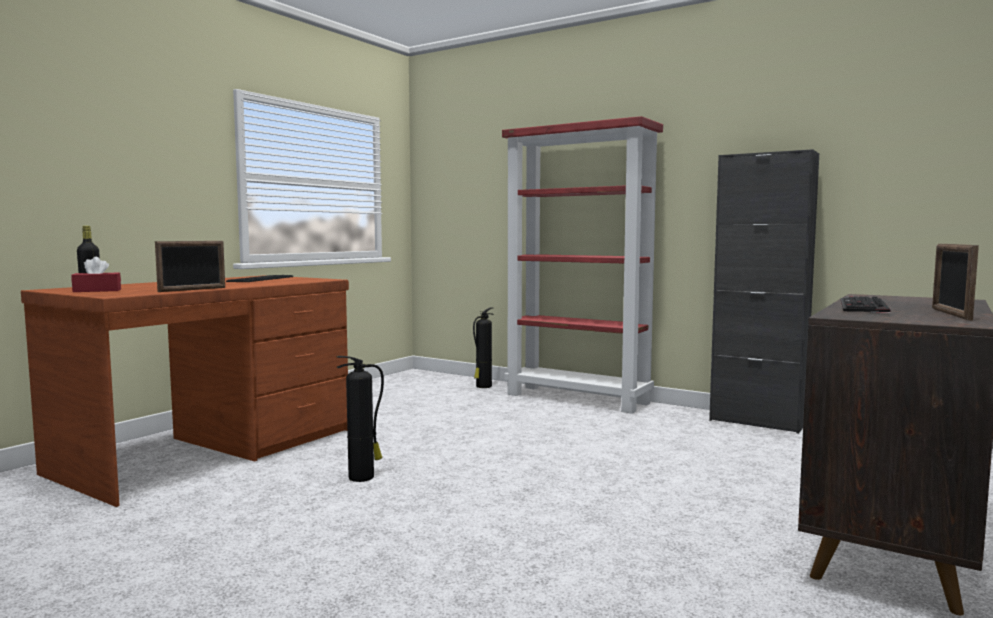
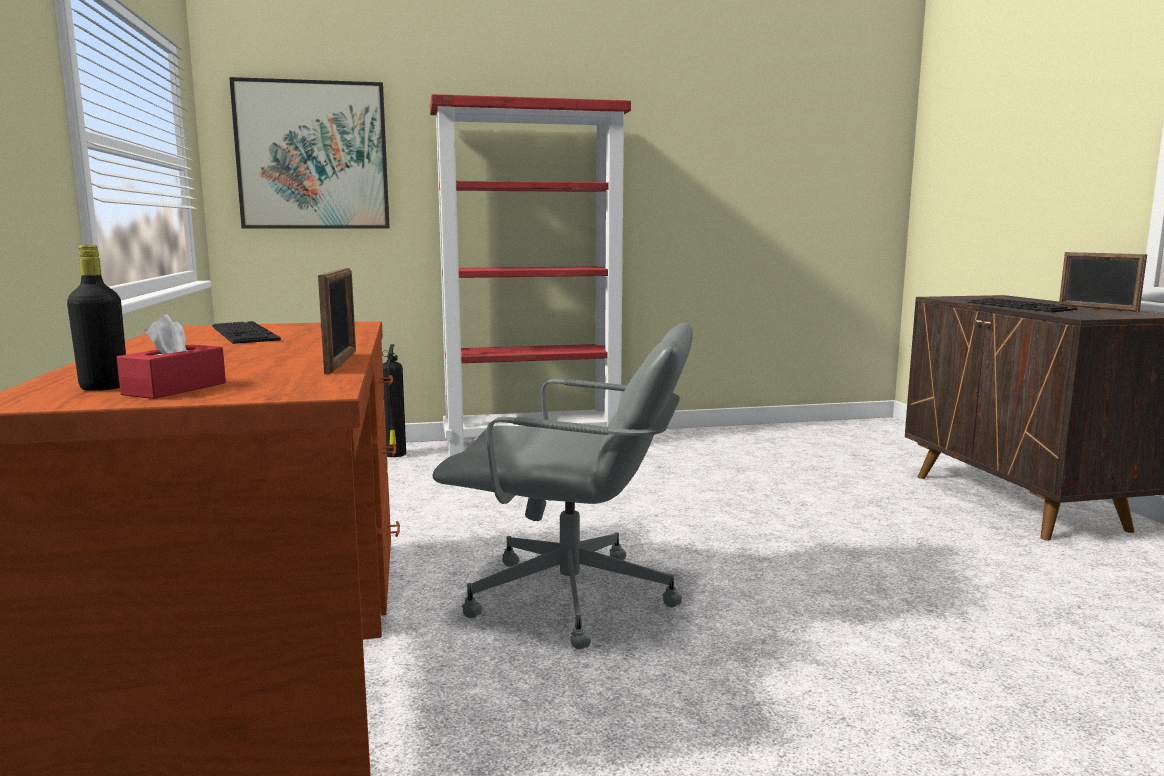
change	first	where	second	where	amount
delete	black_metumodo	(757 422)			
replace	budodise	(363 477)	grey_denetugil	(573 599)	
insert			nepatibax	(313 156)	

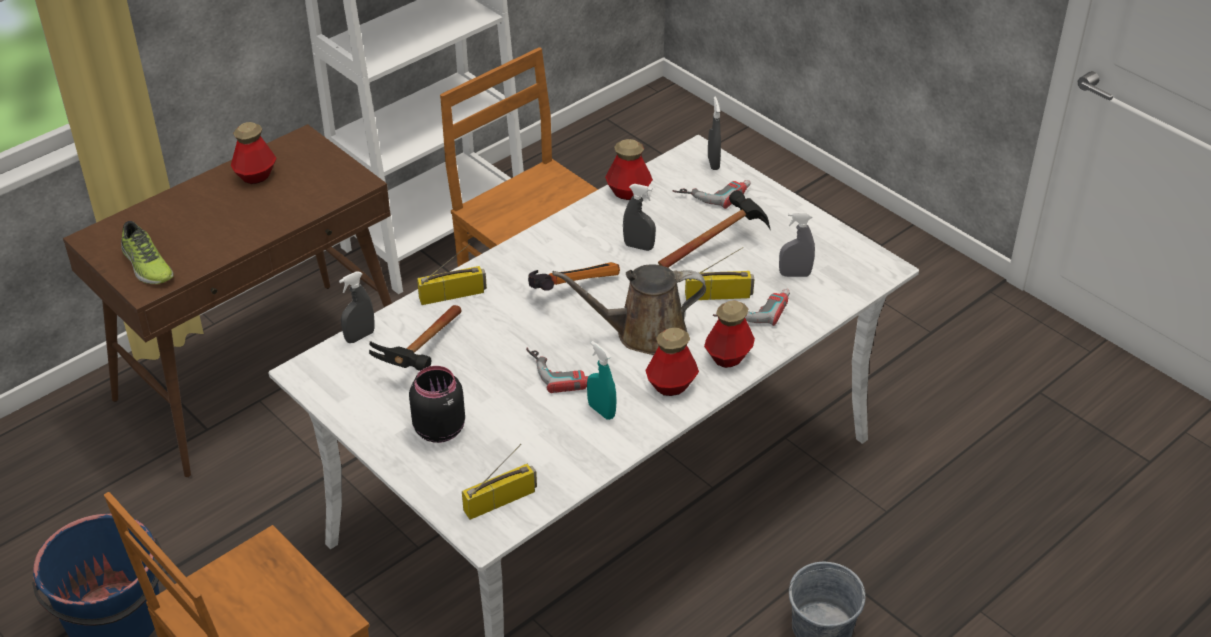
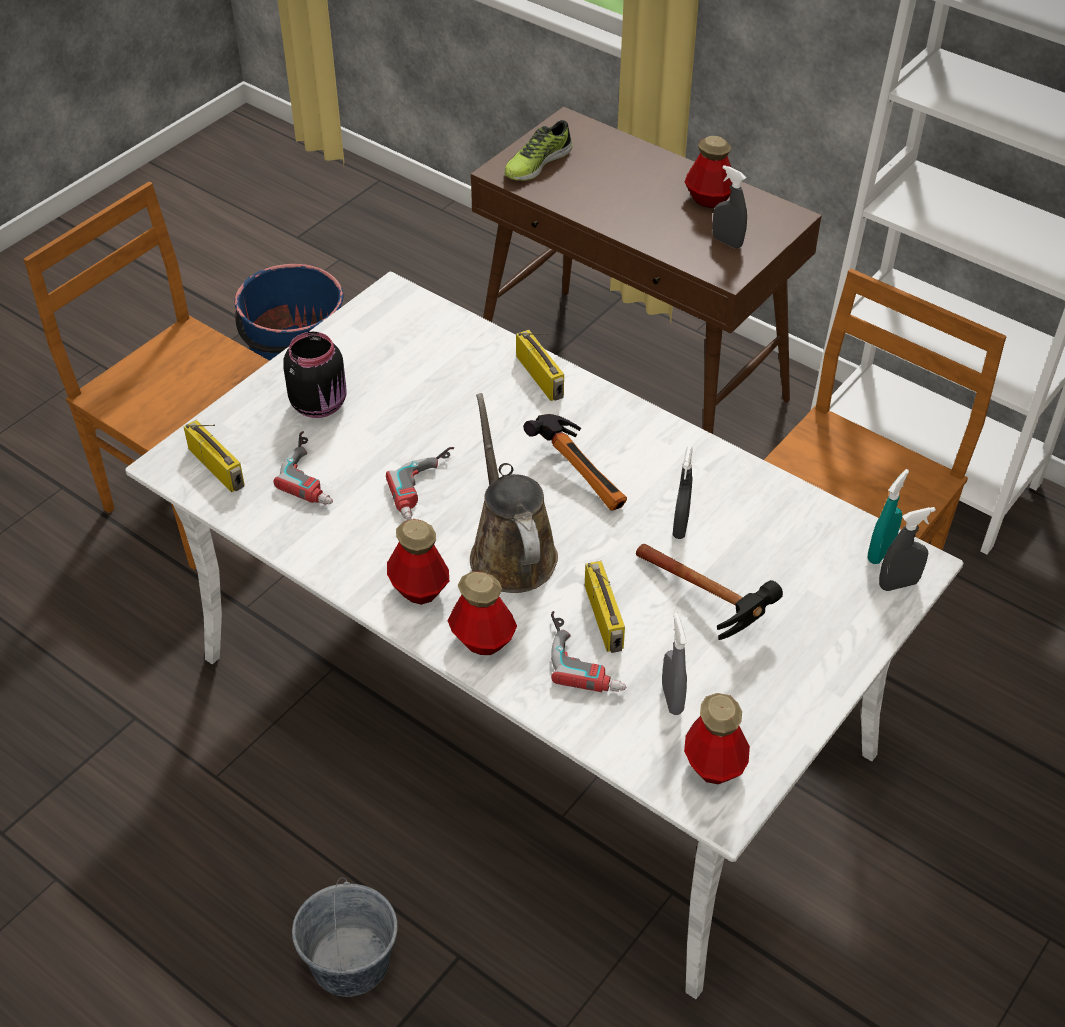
change	first	where	second	where	amount
move	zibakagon	(628 192)		(714 765)	
move	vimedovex	(713 191)		(315 473)	
move	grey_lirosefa	(360 336)		(727 242)	
delete	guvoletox	(422 360)			
move	turquoise_lirosefa	(601 411)		(880 552)	

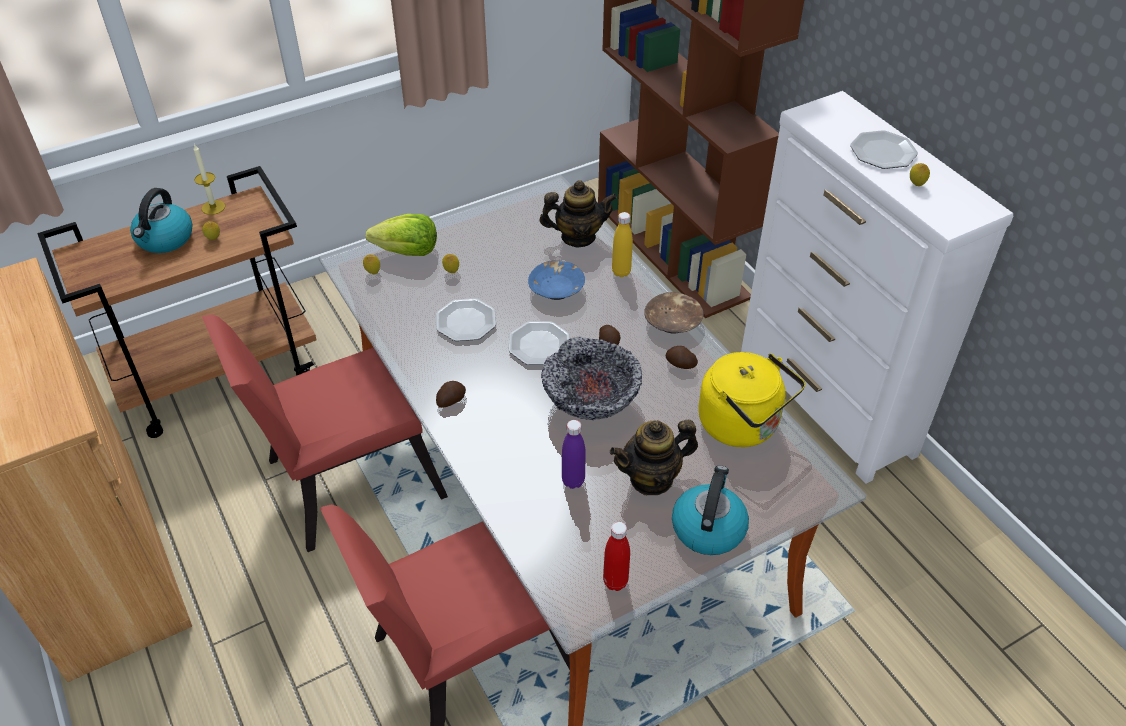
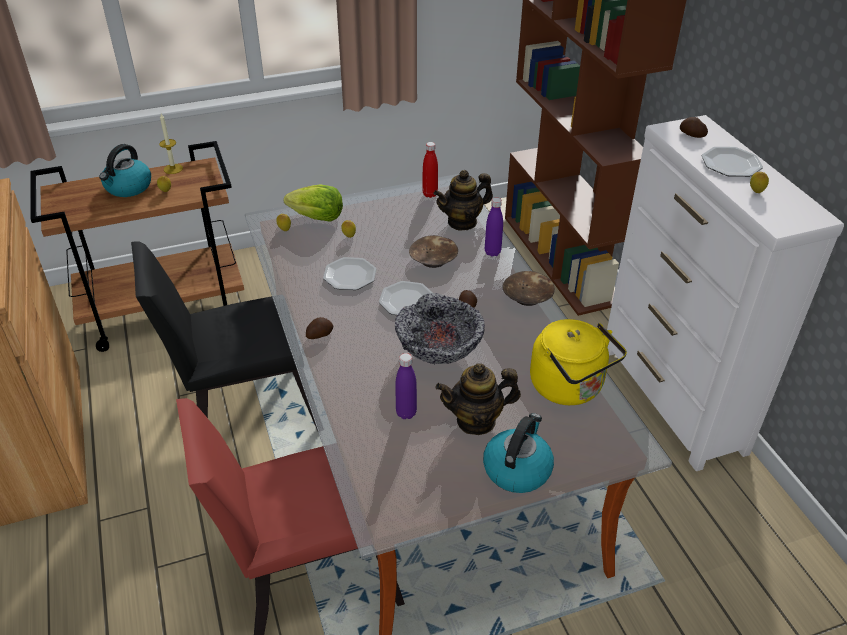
change	first	where	second	where	amount
rotate	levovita	(578 237)		(462 222)	150 degrees clockwise
recolor	yellow_zibakagon	(621 272)	purple_zibakagon	(492 252)	
recolor	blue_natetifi	(557 289)	brown_natetifi	(434 259)	
recolor	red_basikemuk	(343 481)	black_basikemuk	(241 405)	
move	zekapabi	(680 364)		(691 135)	
move	red_zibakagon	(615 582)		(430 194)	

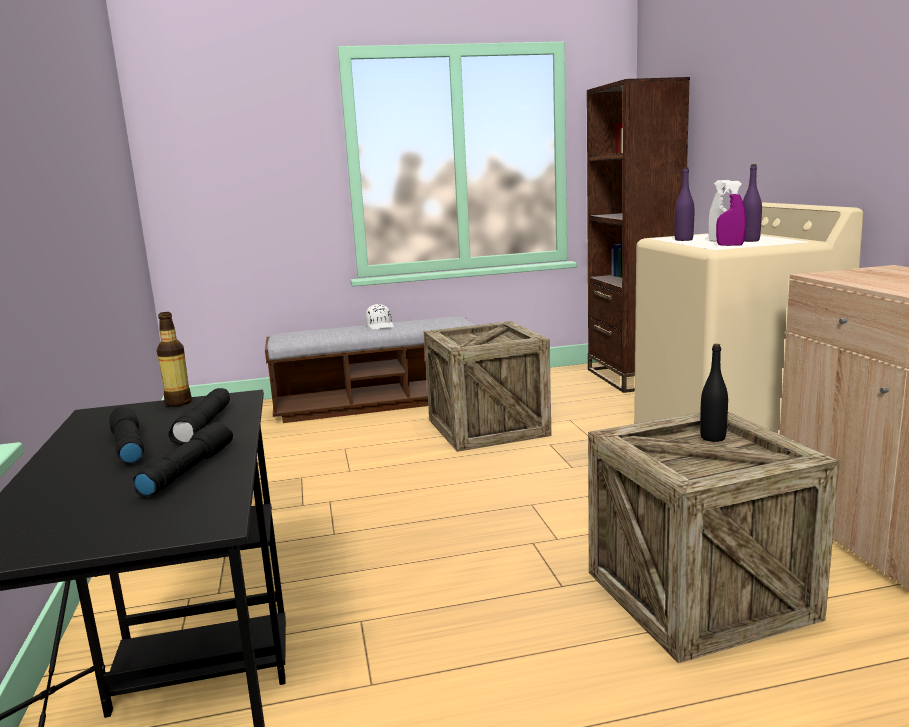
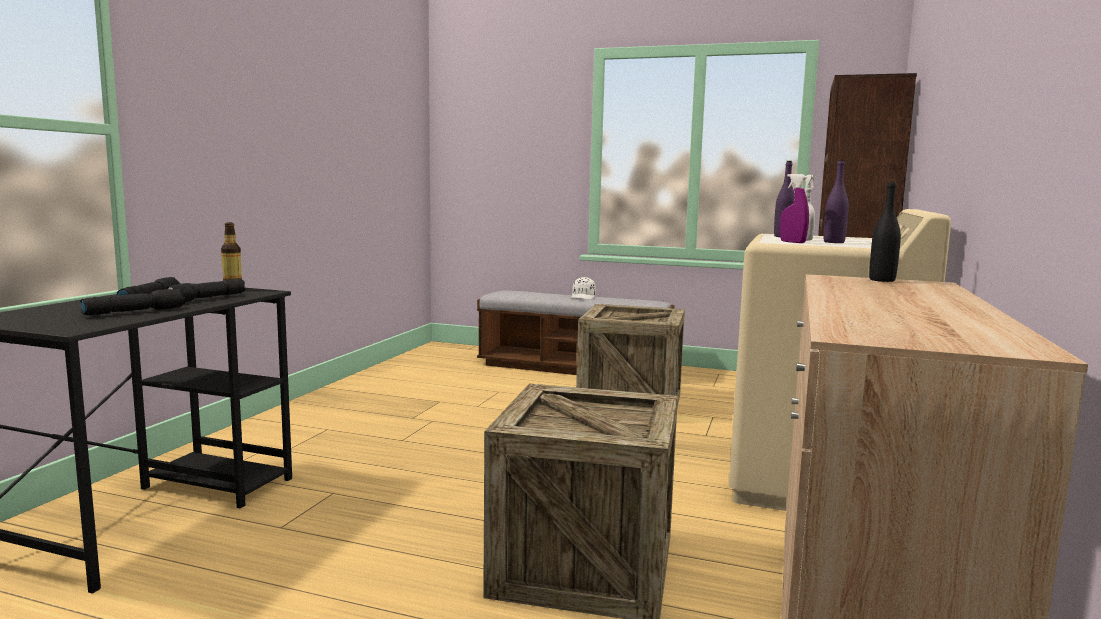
change	first	where	second	where	amount
move	black_zibakagon	(712 438)		(882 280)	

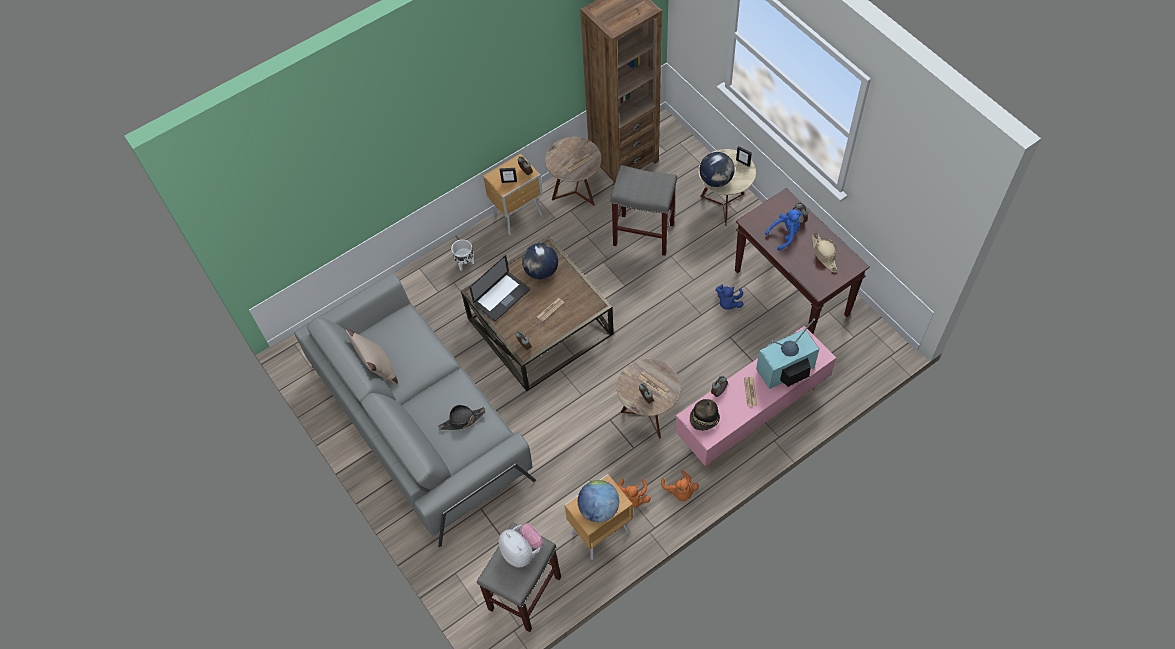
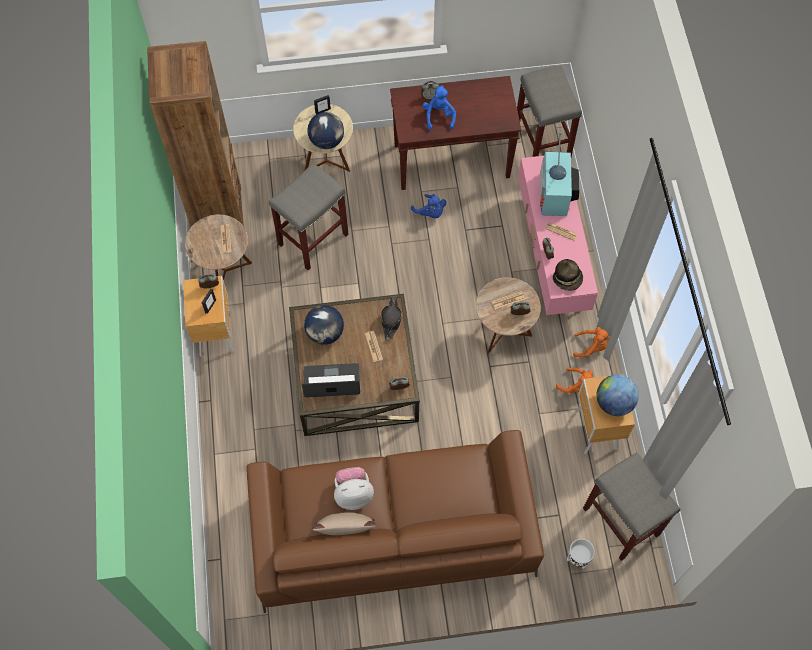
change	first	where	second	where	amount
delete	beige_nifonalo	(824 254)			
move	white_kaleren	(465 263)		(577 559)	
rotate	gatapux	(501 297)		(331 381)	75 degrees counterclockwise
recolor	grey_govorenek	(420 421)	brown_govorenek	(393 533)	
move	black_nifonalo	(462 420)		(391 320)	
move	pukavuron	(522 551)		(353 494)	
insert			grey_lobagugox	(542 143)	

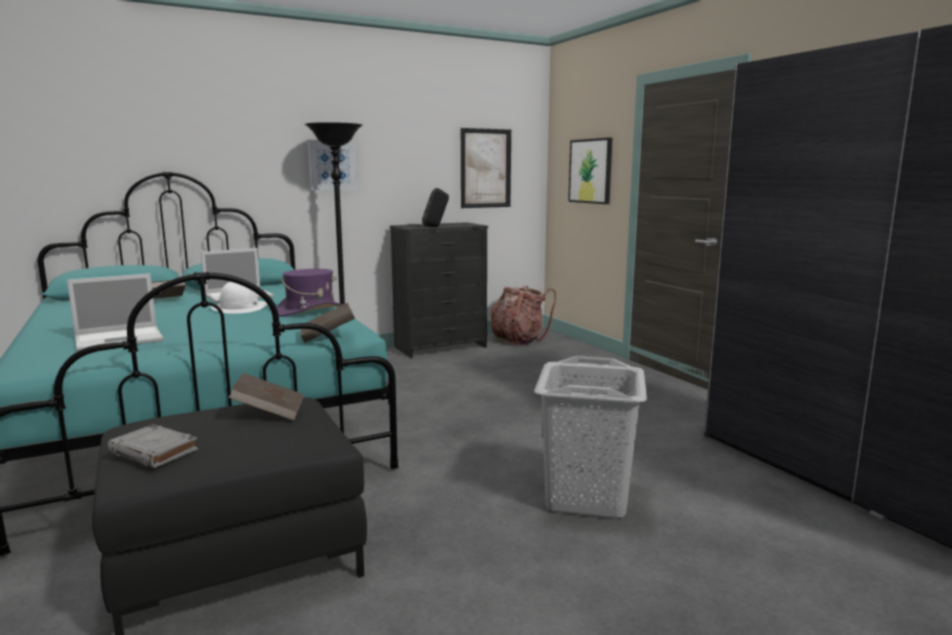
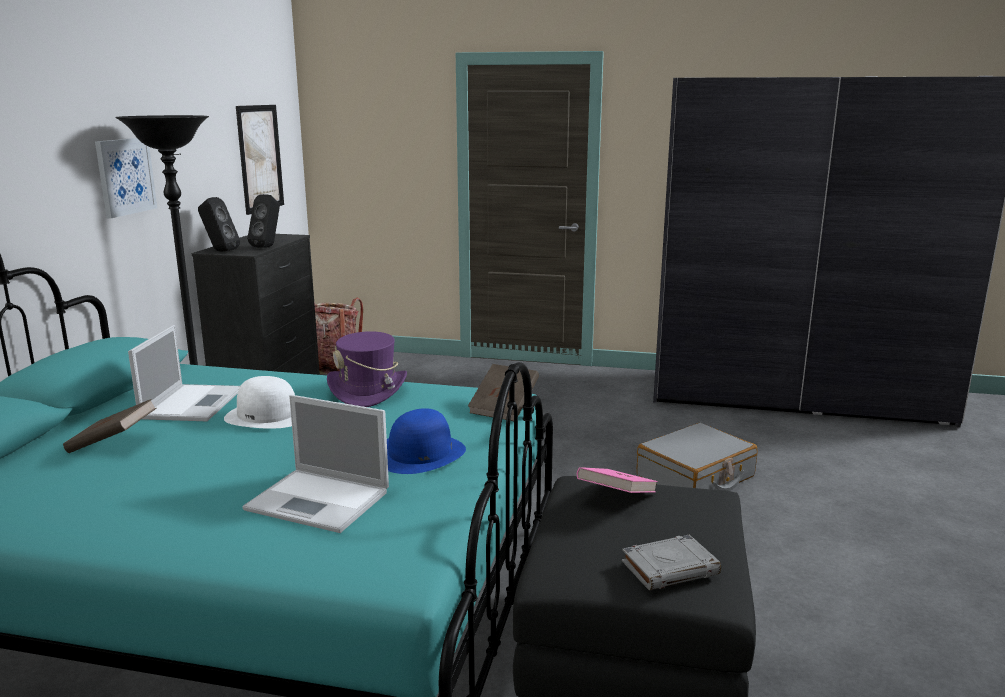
change	first	where	second	where	amount
delete	nepatibax	(590 171)			
rotate	gatapux	(121 339)		(320 501)	105 degrees clockwise
replace	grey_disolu	(587 497)	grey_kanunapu	(695 476)	
recolor	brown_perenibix	(269 412)	pink_perenibix	(616 497)	
insert			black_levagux	(219 251)	
insert			blue_nifonalo	(420 453)	

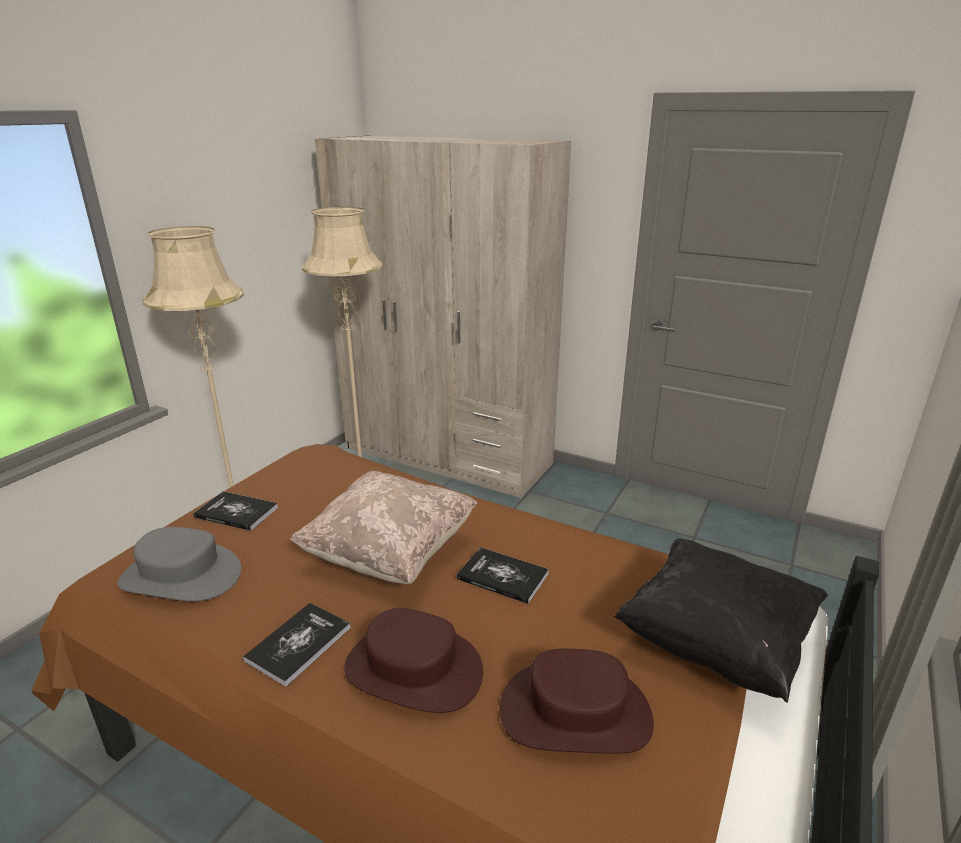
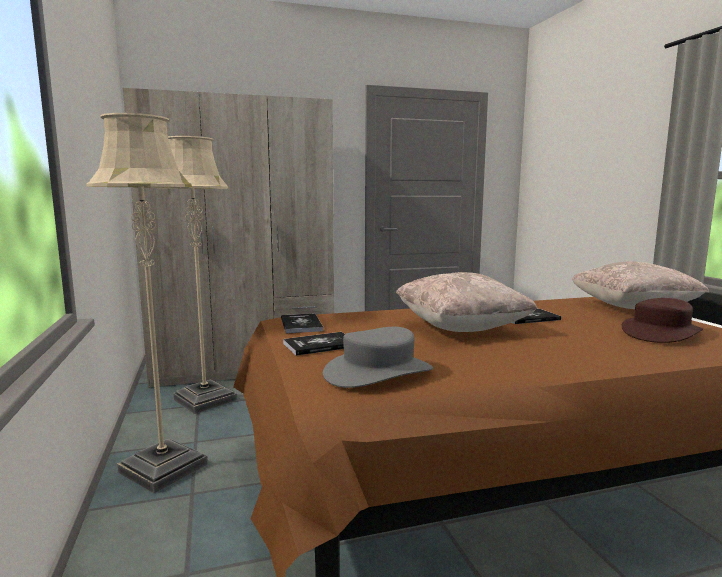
change	first	where	second	where	amount
recolor	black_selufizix	(715 643)	beige_selufizix	(632 308)	
move	perenibix	(299 644)		(301 324)	
delete	brown_nifonalo	(413 670)			

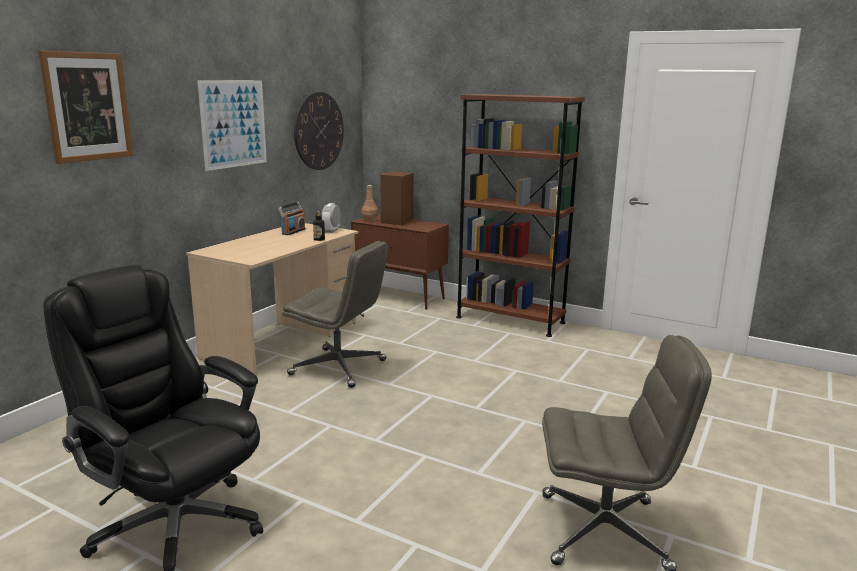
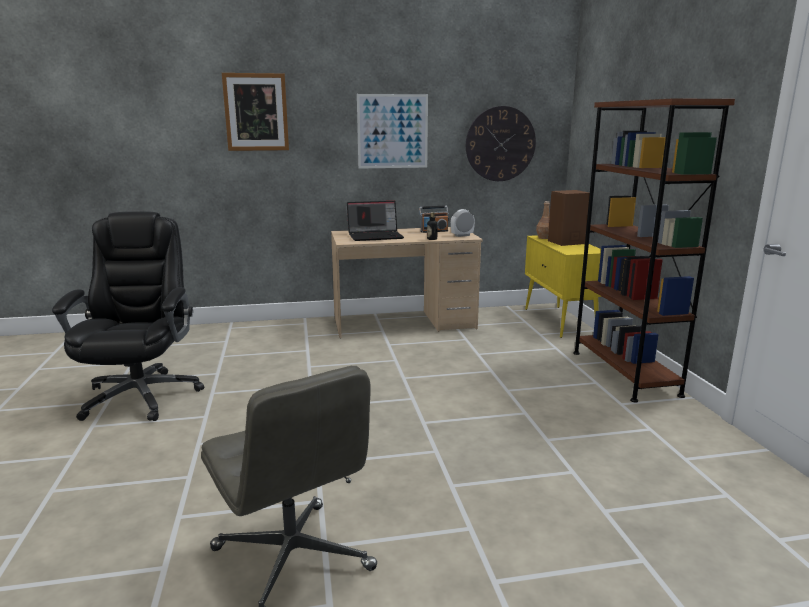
change	first	where	second	where	amount
recolor	brown_metumodo	(400 297)	yellow_metumodo	(560 322)	
delete	grey_denetugil	(339 368)			
insert			gatapux	(376 236)	

